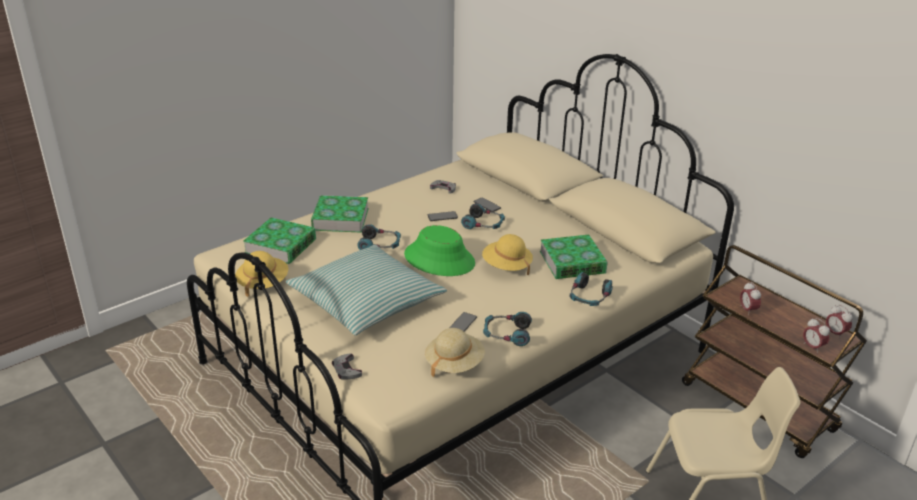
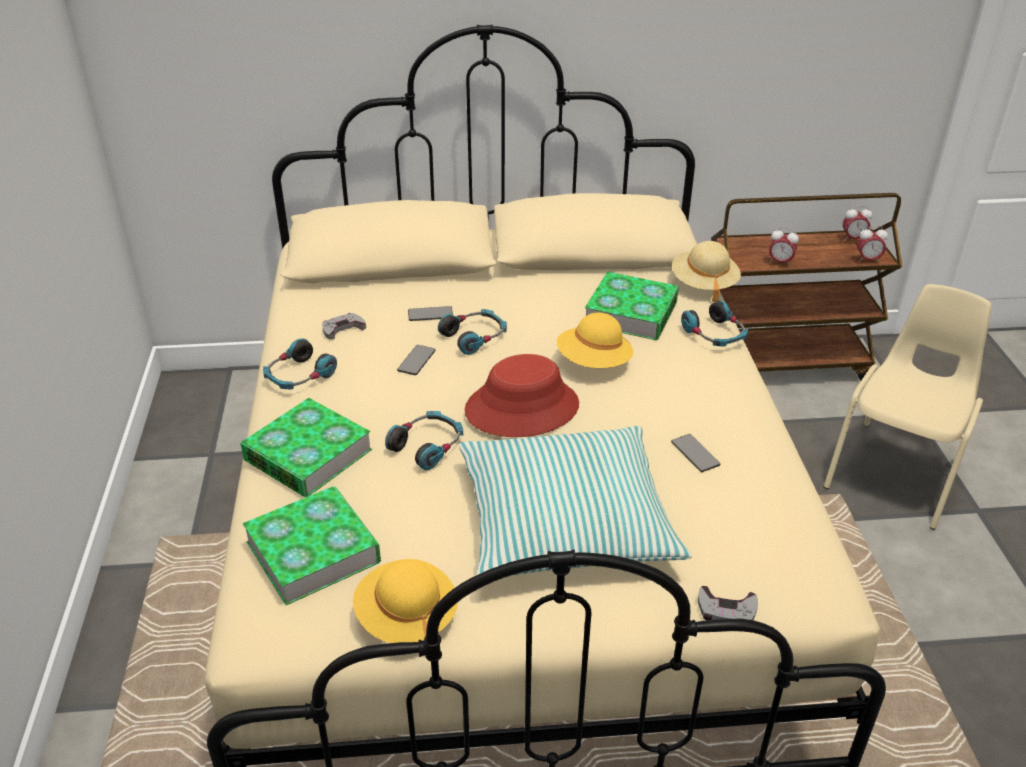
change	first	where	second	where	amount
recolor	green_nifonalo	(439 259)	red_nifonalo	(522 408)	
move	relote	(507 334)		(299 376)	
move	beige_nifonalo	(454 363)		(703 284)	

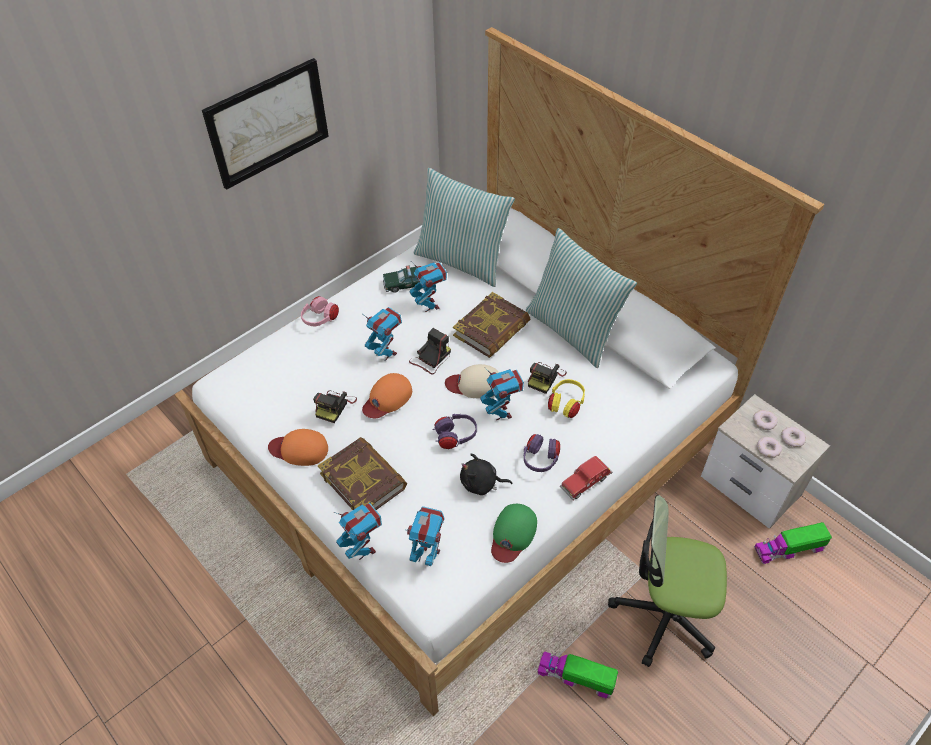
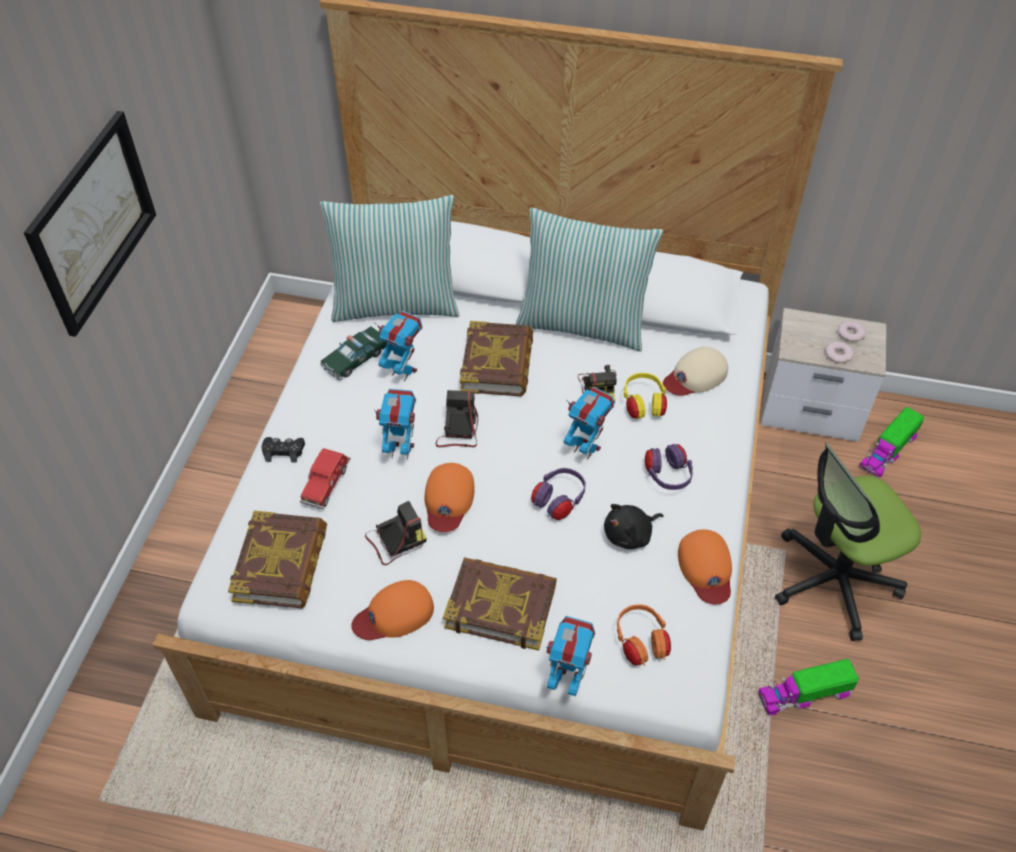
change	first	where	second	where	amount
replace	pink_relote	(320 319)	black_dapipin	(283 451)	
move	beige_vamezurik	(474 384)		(695 376)	
rotate	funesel	(335 406)		(395 541)	105 degrees counterclockwise
delete	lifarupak	(764 421)			
move	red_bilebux	(585 482)		(326 484)	
recolor	green_vamezurik	(512 534)	orange_vamezurik	(706 568)	
replace	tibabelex	(428 555)	orange_relote	(641 643)	
insert			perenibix	(281 564)	

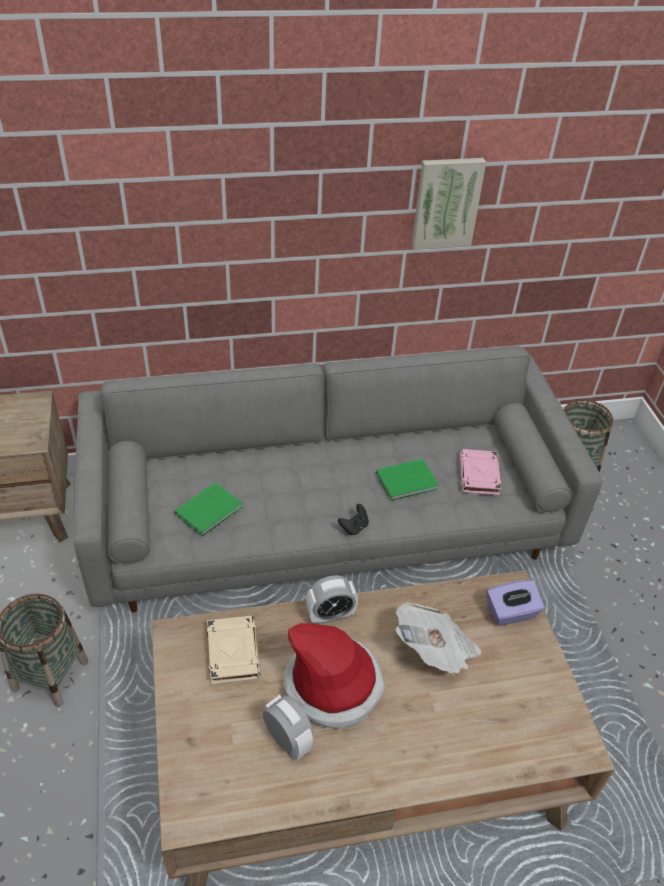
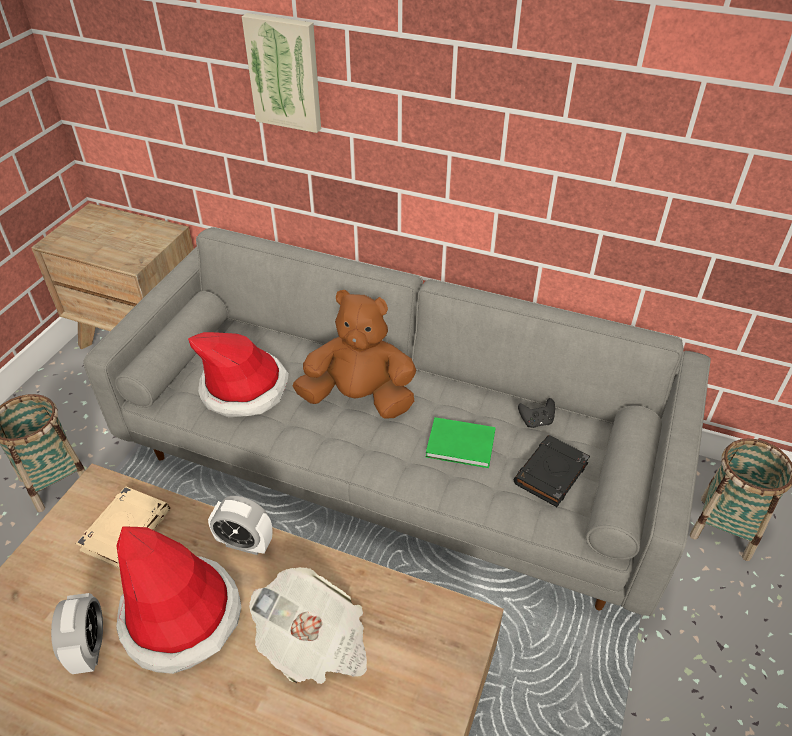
change	first	where	second	where	amount
move	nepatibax	(446 202)		(285 72)	
recolor	pink_perenibix	(479 475)	black_perenibix	(551 474)	
replace	green_perenibix	(211 510)	nifonalo	(244 388)	
move	black_dapipin	(354 527)		(536 421)	
delete	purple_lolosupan	(511 613)			
insert			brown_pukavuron	(359 398)	

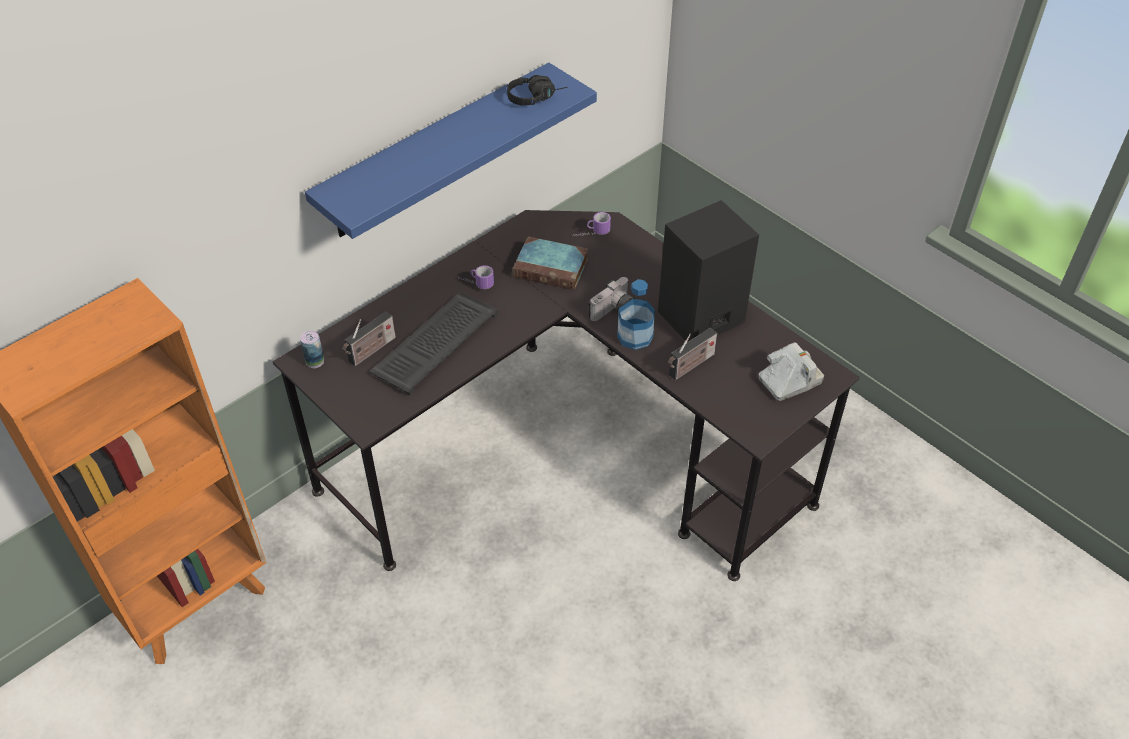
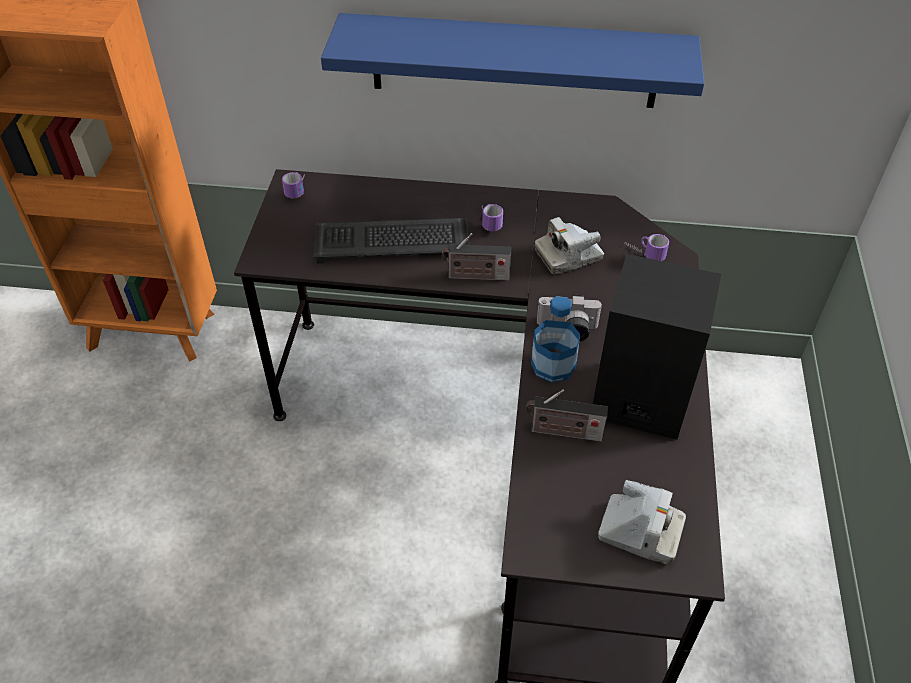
change	first	where	second	where	amount
delete	black_relote	(536 97)			
replace	perenibix	(552 268)	funesel	(568 256)	
move	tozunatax	(370 351)		(475 276)	
replace	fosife	(315 361)	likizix	(298 190)	

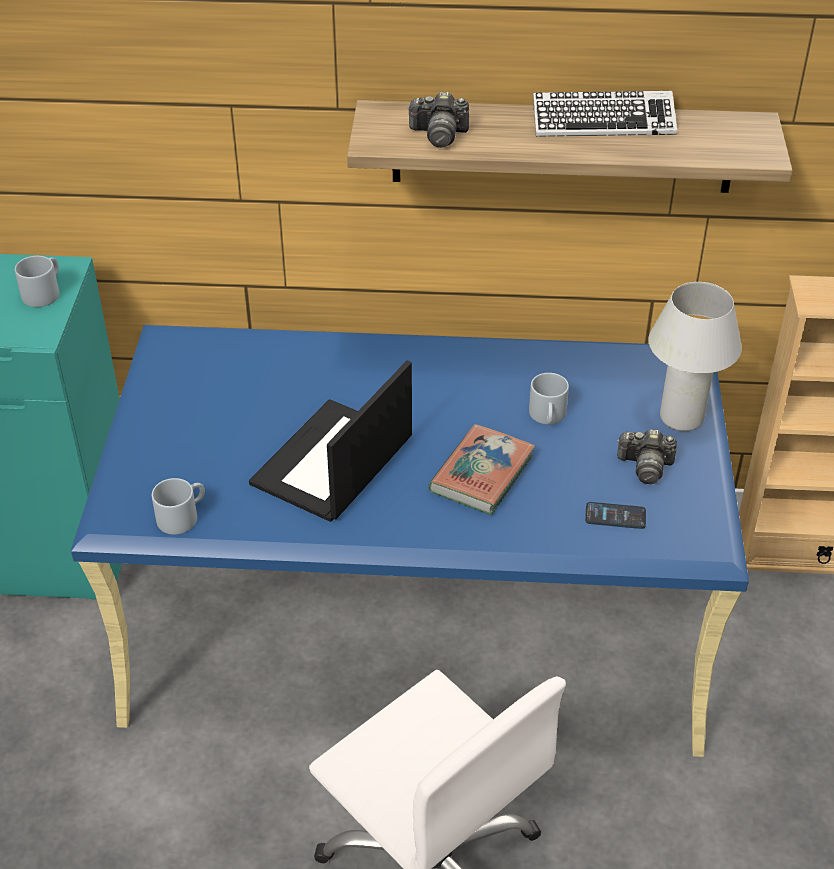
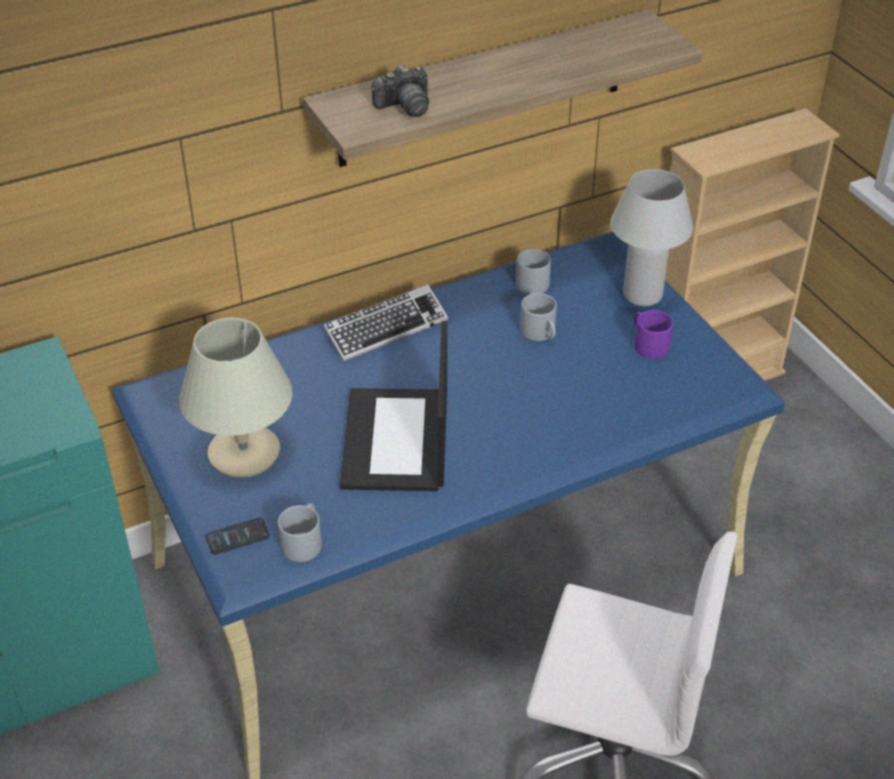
change	first	where	second	where	amount
move	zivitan	(603 122)		(386 328)	
move	grey_likizix	(44 292)		(531 280)	
delete	perenibix	(482 474)			
replace	funesel	(645 466)	purple_likizix	(647 343)	
move	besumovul	(615 516)		(237 537)	
insert			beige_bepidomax	(243 452)	

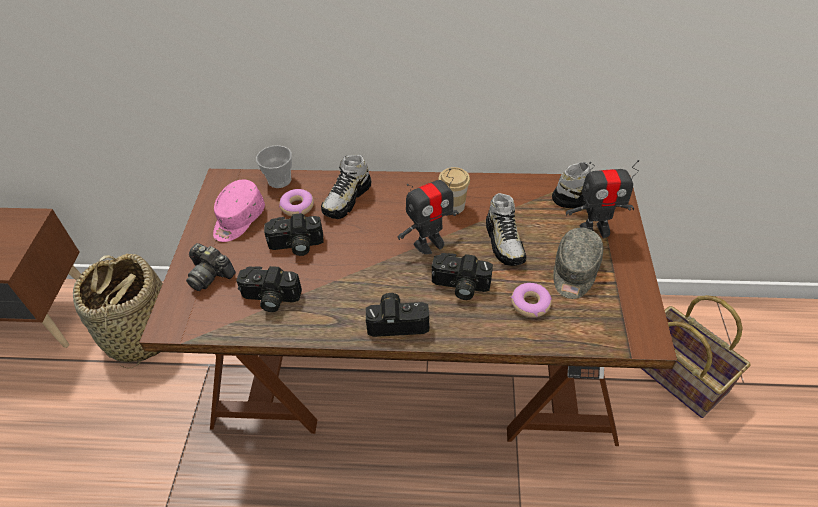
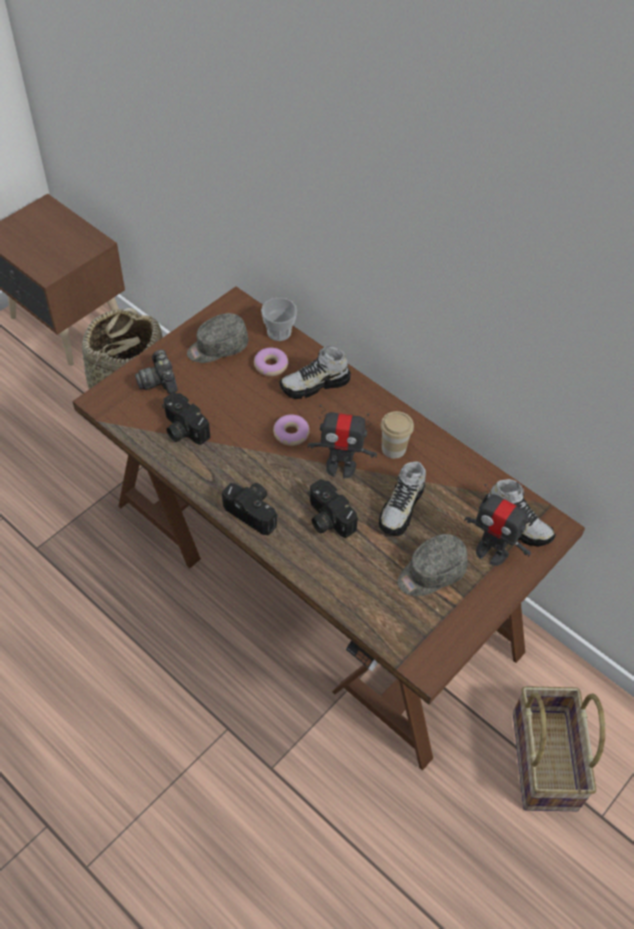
change	first	where	second	where	amount
recolor	pink_vamezurik	(238 220)	grey_vamezurik	(217 348)	
delete	funesel	(296 246)			
move	lifarupak	(530 304)		(291 433)	

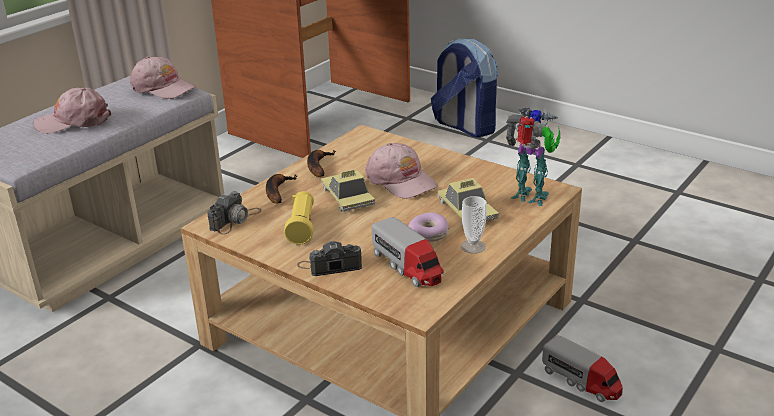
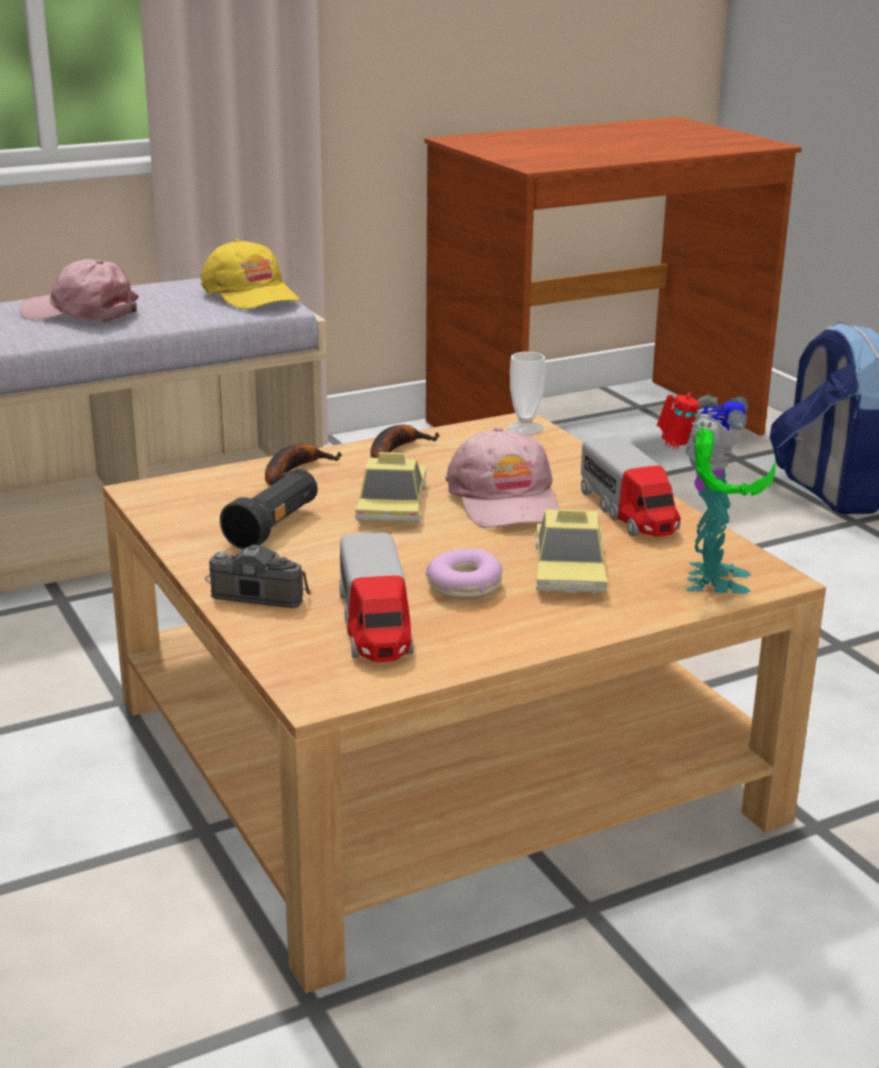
change	first	where	second	where	amount
recolor	pink_vamezurik	(163 88)	yellow_vamezurik	(251 294)	
rotate	tibabelex	(531 198)		(707 579)	45 degrees clockwise
delete	funesel	(235 219)			
recolor	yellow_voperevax	(302 227)	black_voperevax	(274 527)	
move	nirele	(473 246)		(525 428)	
move	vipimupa	(582 381)		(629 512)	

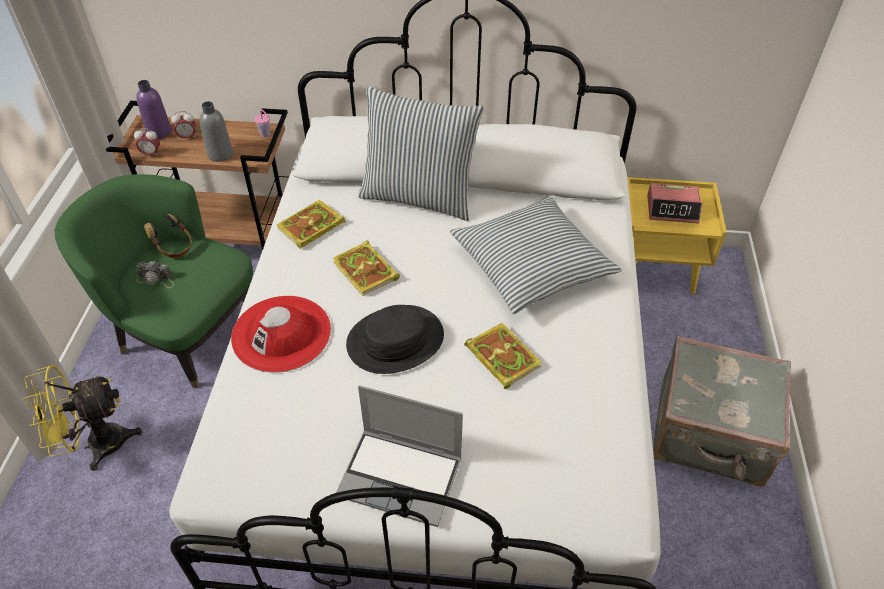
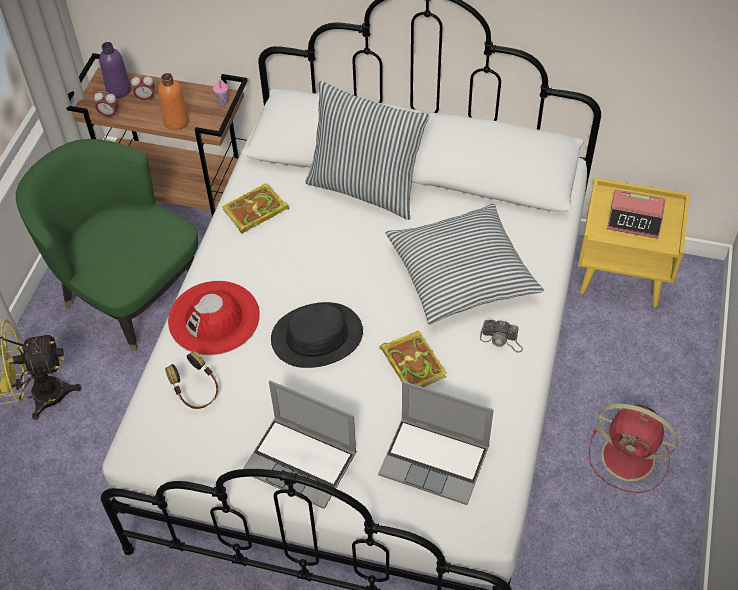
change	first	where	second	where	amount
recolor	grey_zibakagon	(220 154)	orange_zibakagon	(176 121)	
move	relote	(174 247)		(197 392)	
delete	perenibix	(367 271)			
move	funesel	(156 279)		(502 340)	
replace	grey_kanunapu	(709 435)	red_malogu	(630 458)	
insert			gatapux	(436 460)	

